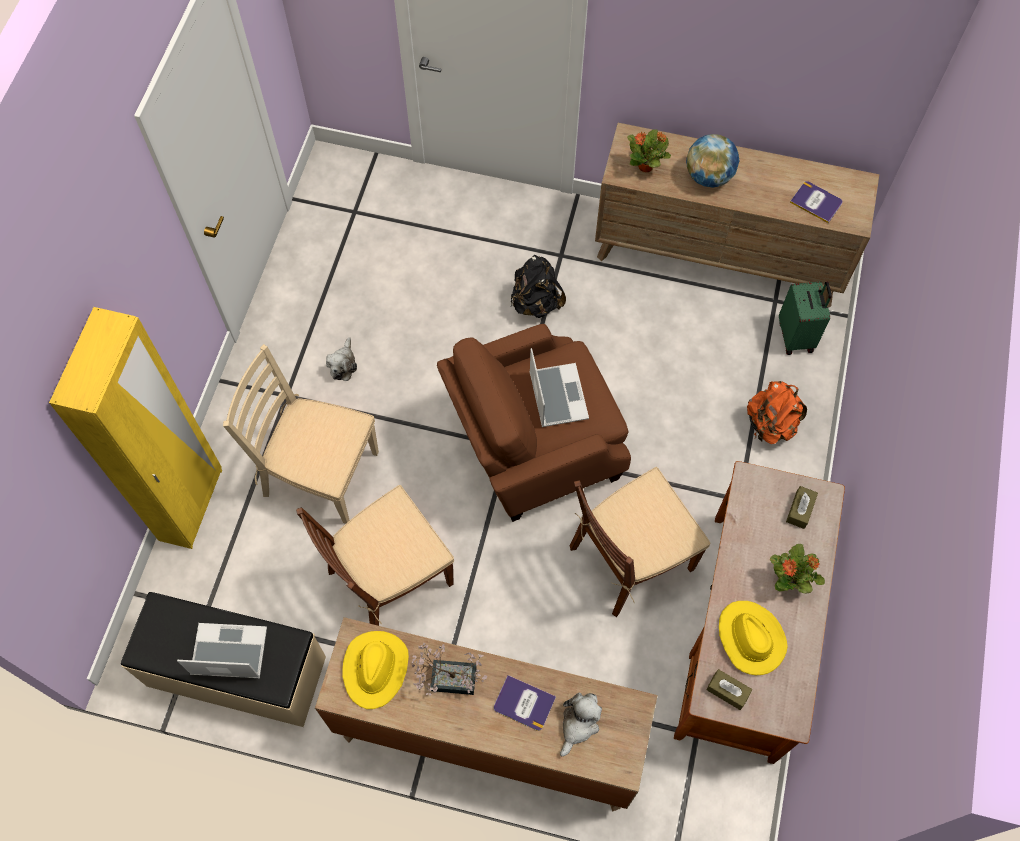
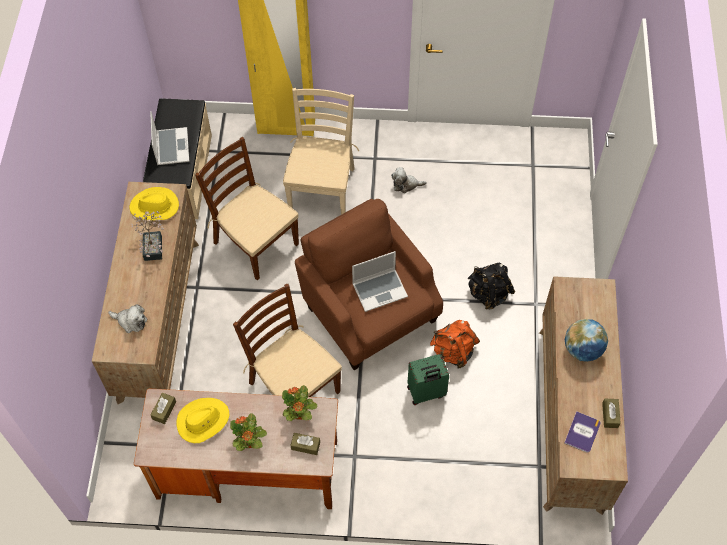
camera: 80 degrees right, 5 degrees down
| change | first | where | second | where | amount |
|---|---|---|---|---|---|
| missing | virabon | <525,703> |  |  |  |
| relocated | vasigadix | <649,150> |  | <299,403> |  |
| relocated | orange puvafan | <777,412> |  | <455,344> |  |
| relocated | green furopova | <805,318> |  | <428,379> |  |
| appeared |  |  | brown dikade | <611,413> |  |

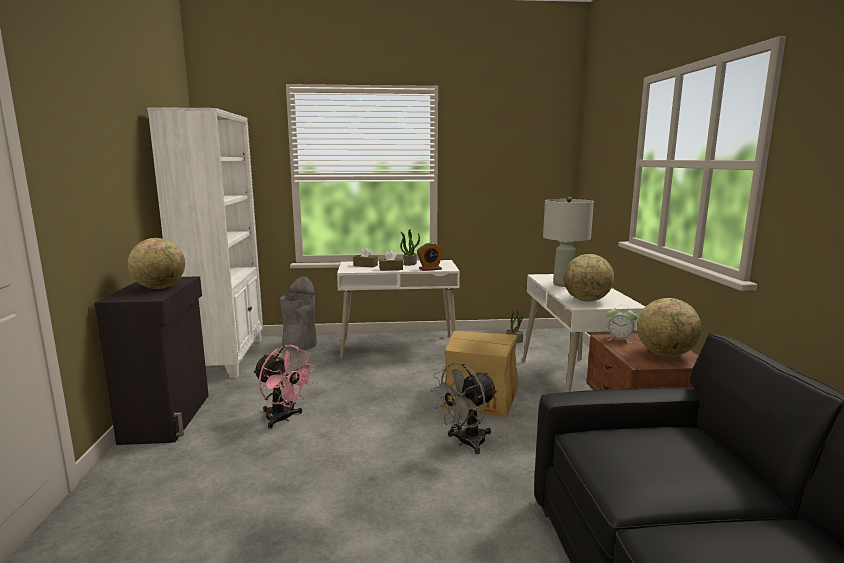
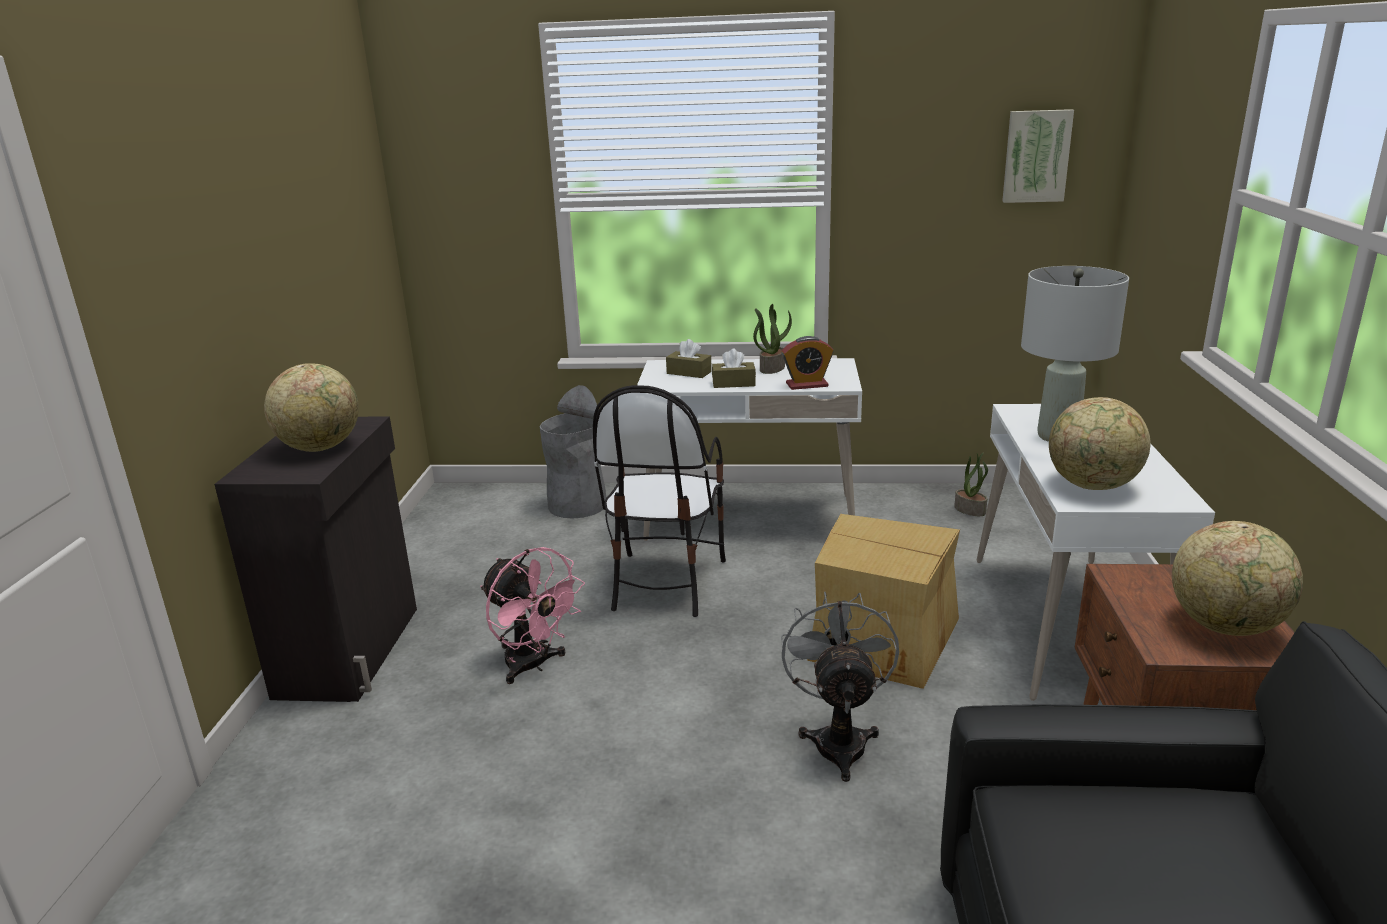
camera: 10 degrees right, 10 degrees up
| change | first | where | second | where | amount |
|---|---|---|---|---|---|
| missing | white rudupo | <205,242> |  |  |  |
| spun | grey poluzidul | <464,408> |  | <840,686> | 120 degrees clockwise |
| missing | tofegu | <622,324> |  |  |  |
| appeared |  |  | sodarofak | <659,501> |  |
| appeared |  |  | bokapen | <1038,156> |  |

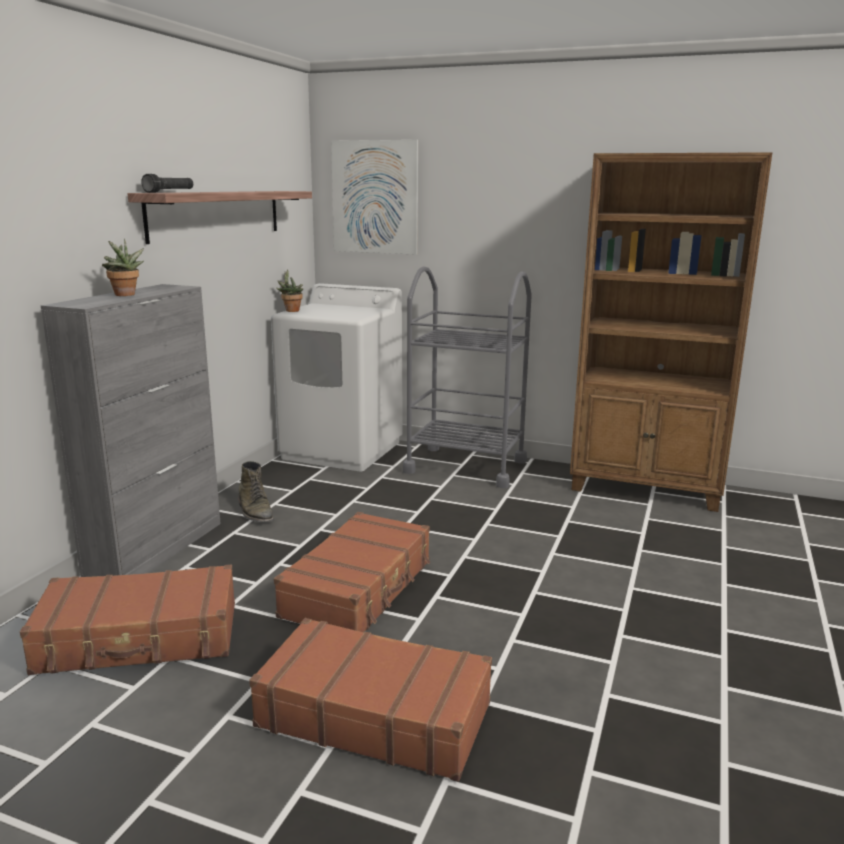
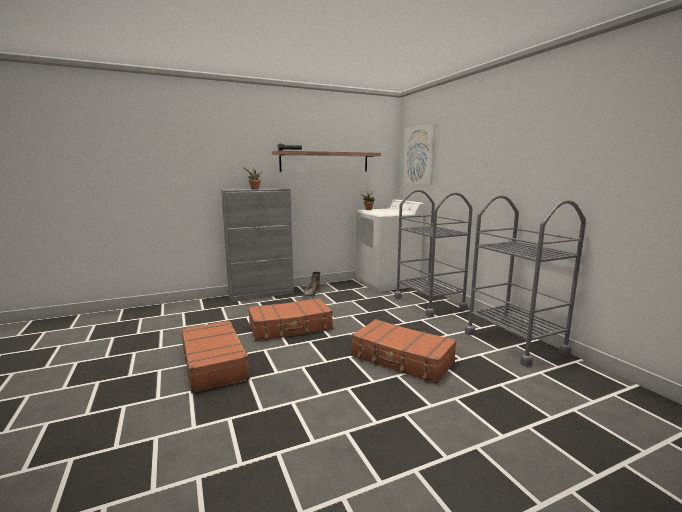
camera: 45 degrees right, 5 degrees down
| change | first | where | second | where | amount |
|---|---|---|---|---|---|
| relocated | brown furopova | <127,620> |  | <404,351> |  |
| exchanged | brown rudupo | <671,332> | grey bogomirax | <525,281> |  |

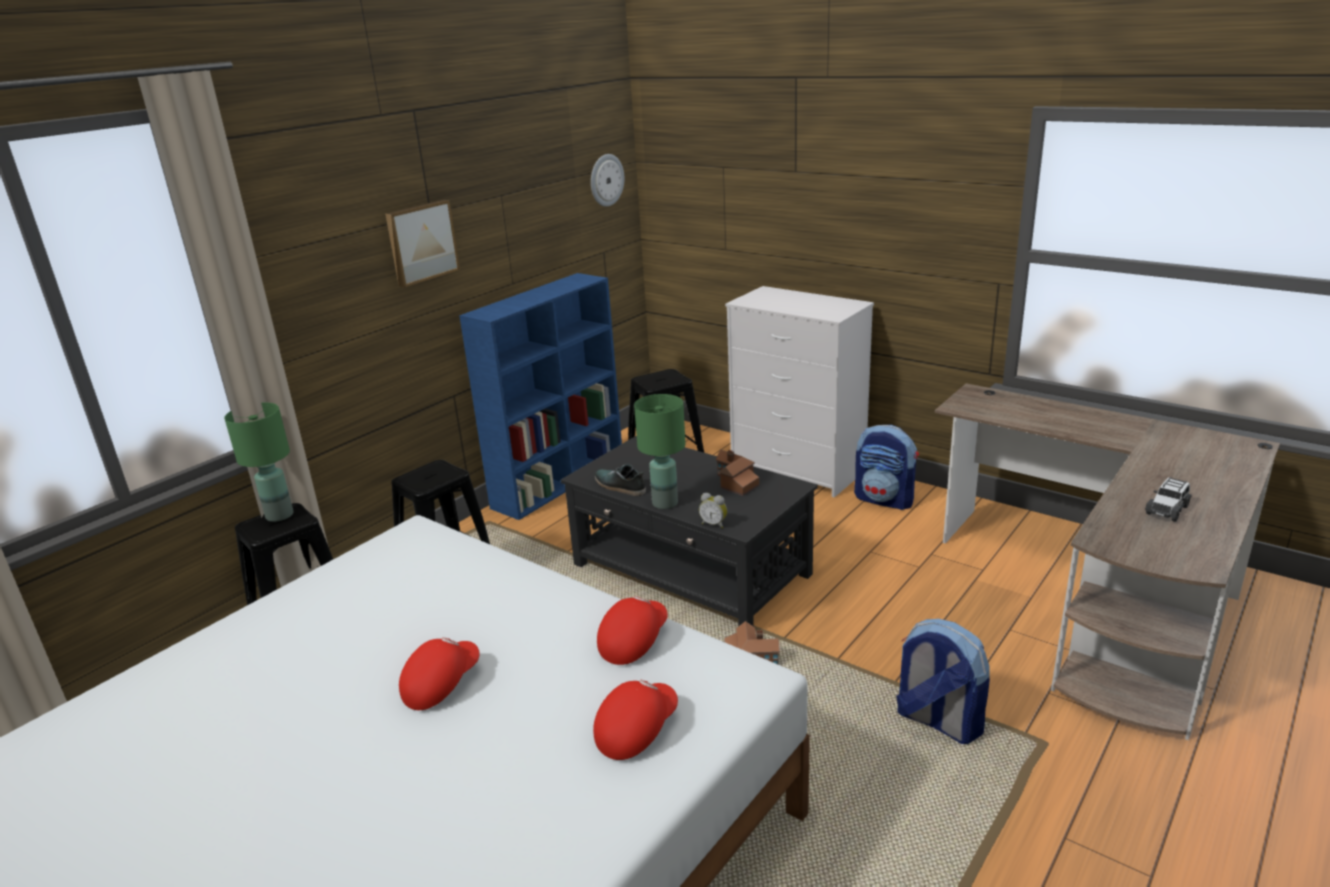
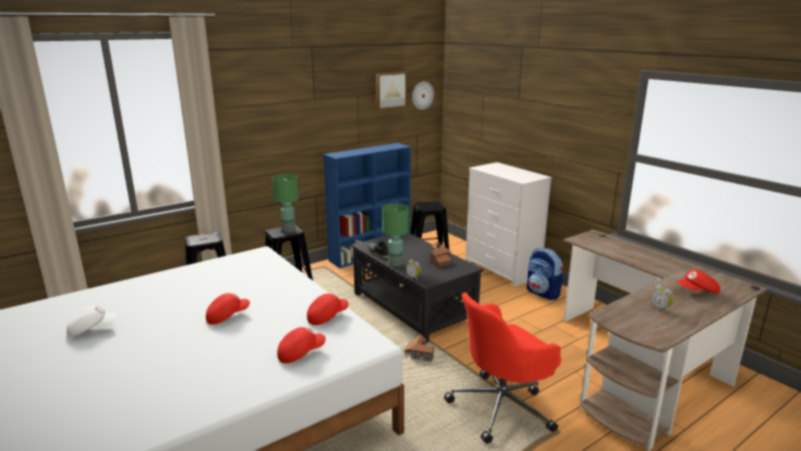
camera: 15 degrees right, 5 degrees down
| change | first | where | second | where | amount |
|---|---|---|---|---|---|
| relocated | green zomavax | <259,462> |  | <285,203> |  |
| relocated | bokapen | <422,243> |  | <391,90> |  |
| exchanged | puvafan | <943,681> | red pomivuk | <502,368> |  |
| exchanged | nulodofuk | <1168,499> | tofegu | <662,299> |  |
| appeared |  |  | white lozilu | <92,321> |  |
| appeared |  |  | red lozilu | <698,282> |  |

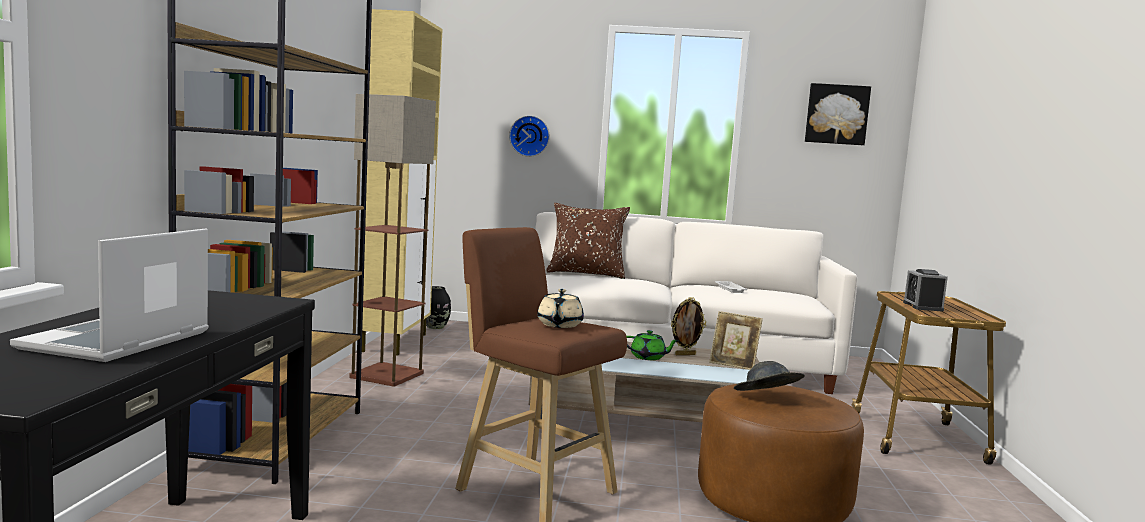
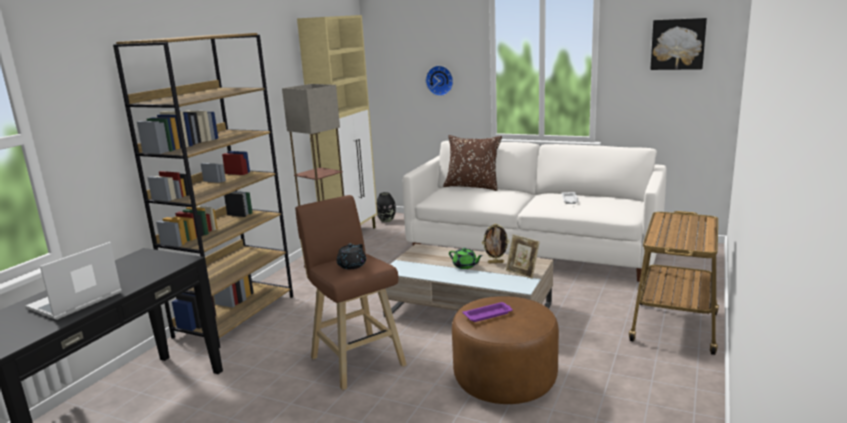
camera: 20 degrees right, 10 degrees up
| change | first | where | second | where | amount |
|---|---|---|---|---|---|
| colour | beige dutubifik | <560,308> | black dutubifik | <351,256> |  |
| exchanged | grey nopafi | <769,376> | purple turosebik | <488,312> |  |
| missing | tofegu | <925,290> |  |  |  |

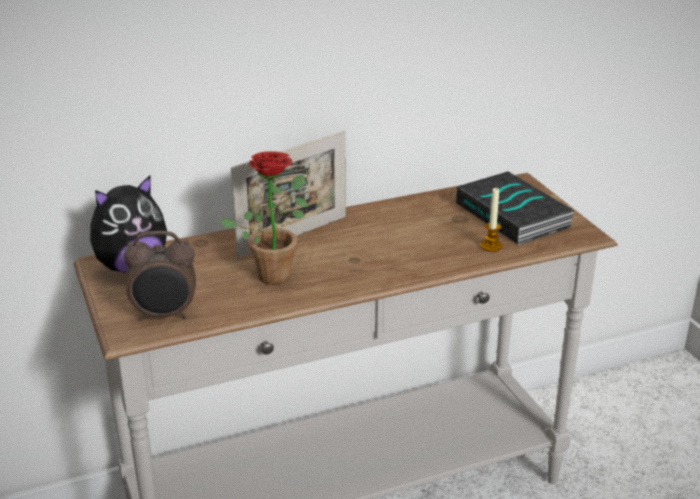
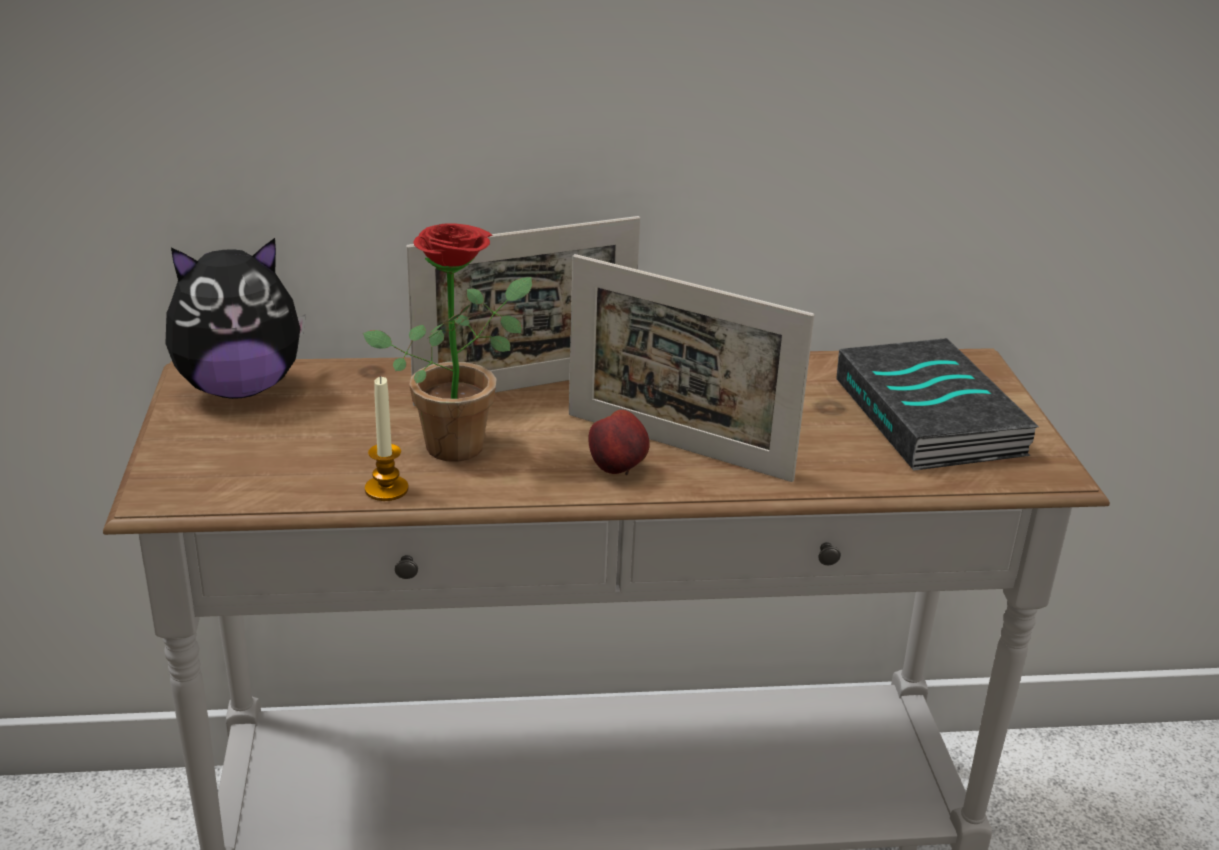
camera: 15 degrees right, 0 degrees up
| change | first | where | second | where | amount |
|---|---|---|---|---|---|
| missing | tofegu | <160,276> |  |  |  |
| relocated | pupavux | <491,220> |  | <386,438> |  |
| appeared |  |  | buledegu | <691,368> |  |
| appeared |  |  | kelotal | <619,442> |  |

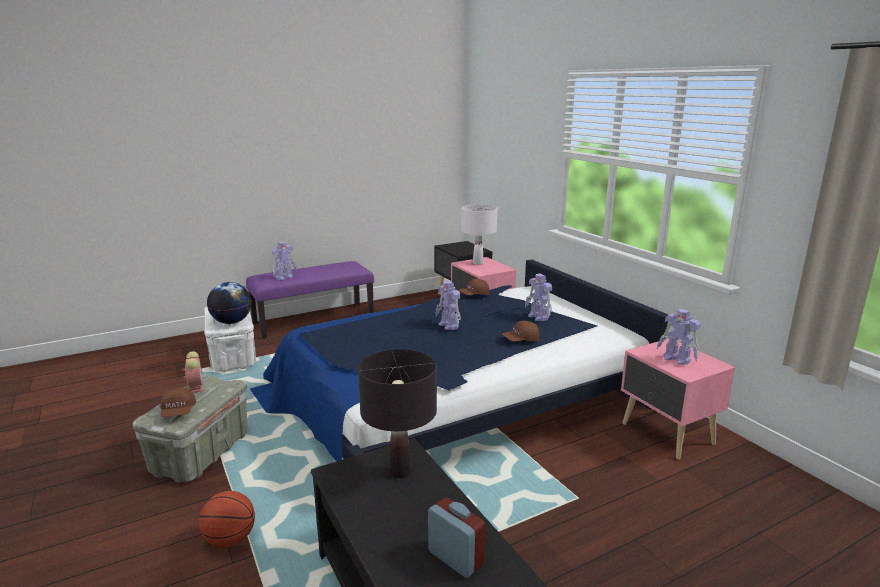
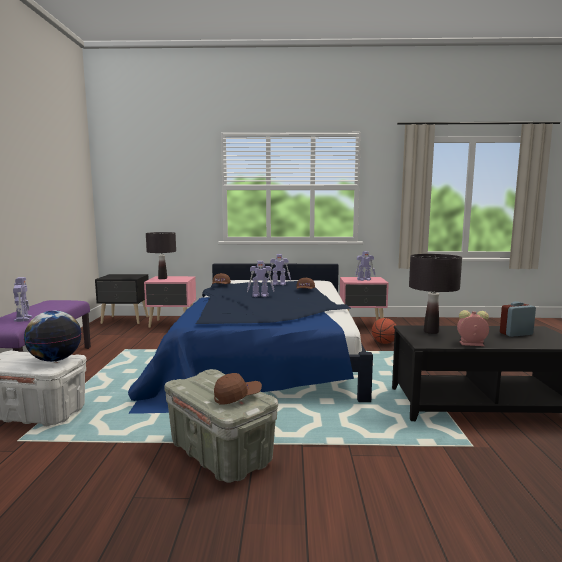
camera: 60 degrees left, 10 degrees down
| change | first | where | second | where | amount |
|---|---|---|---|---|---|
| spun | brown lozilu | <178,402> |  | <238,389> | 45 degrees counterclockwise |
| relocated | tofegu | <193,372> |  | <473,328> |  |
| relocated | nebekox | <227,519> |  | <384,331> |  |
| colour | white zomavax | <479,234> | black zomavax | <161,255> |  |

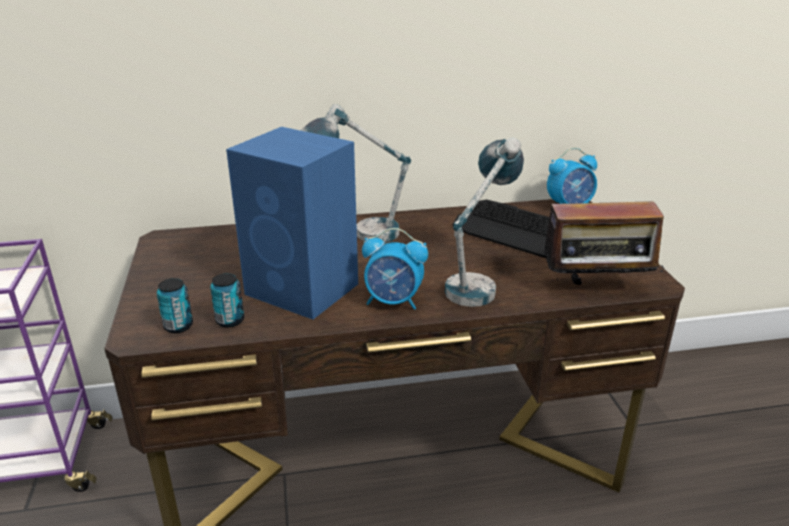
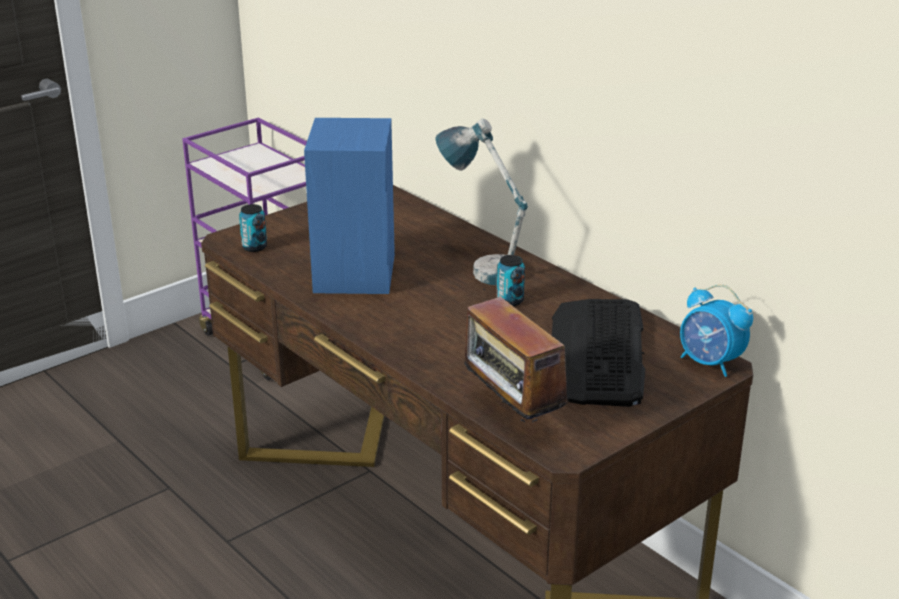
camera: 60 degrees right, 0 degrees up
| change | first | where | second | where | amount |
|---|---|---|---|---|---|
| relocated | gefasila | <227,300> |  | <511,280> |  |
| missing | tofegu | <395,269> |  |  |  |
| missing | zomavax | <484,222> |  |  |  |

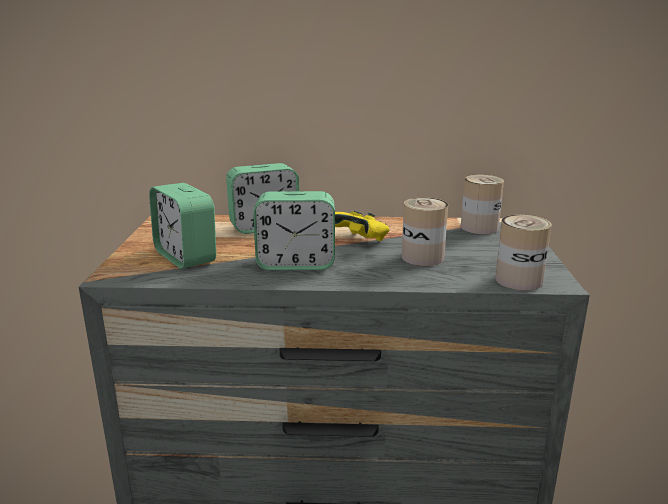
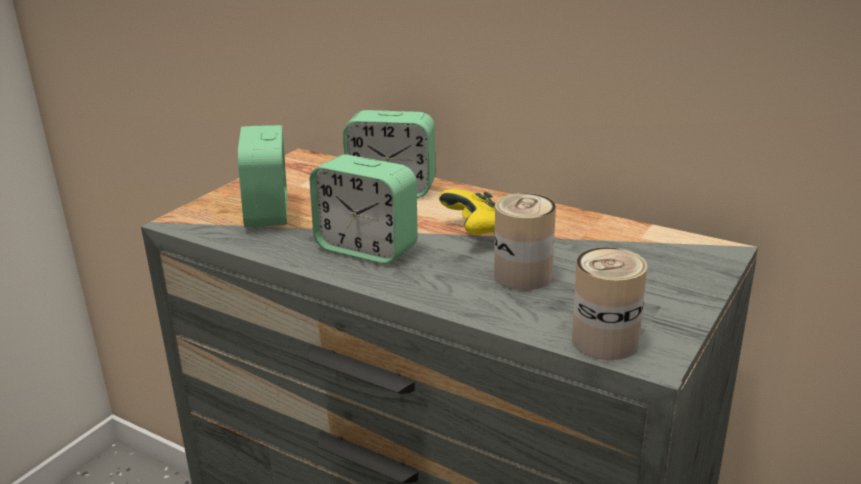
camera: 30 degrees right, 5 degrees up
| change | first | where | second | where | amount |
|---|---|---|---|---|---|
| missing | gefasila | <482,204> |  |  |  |

